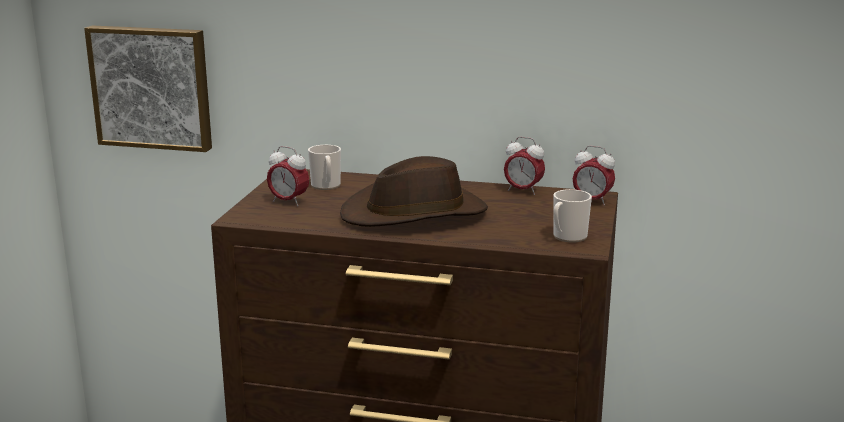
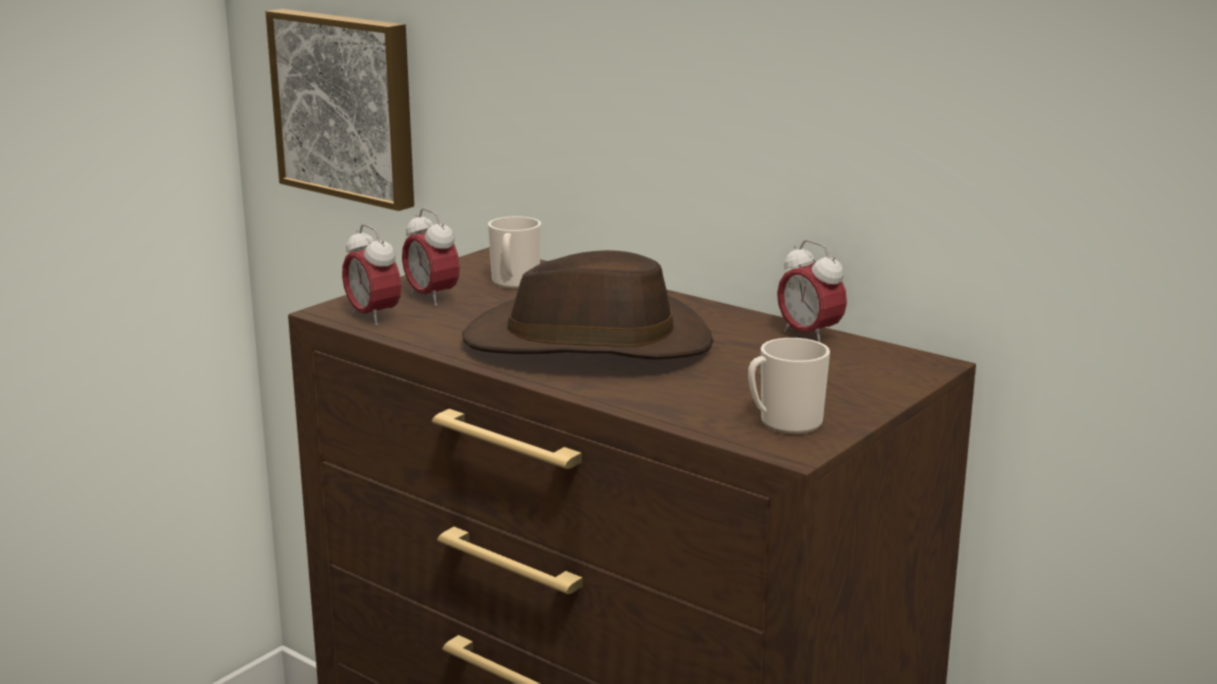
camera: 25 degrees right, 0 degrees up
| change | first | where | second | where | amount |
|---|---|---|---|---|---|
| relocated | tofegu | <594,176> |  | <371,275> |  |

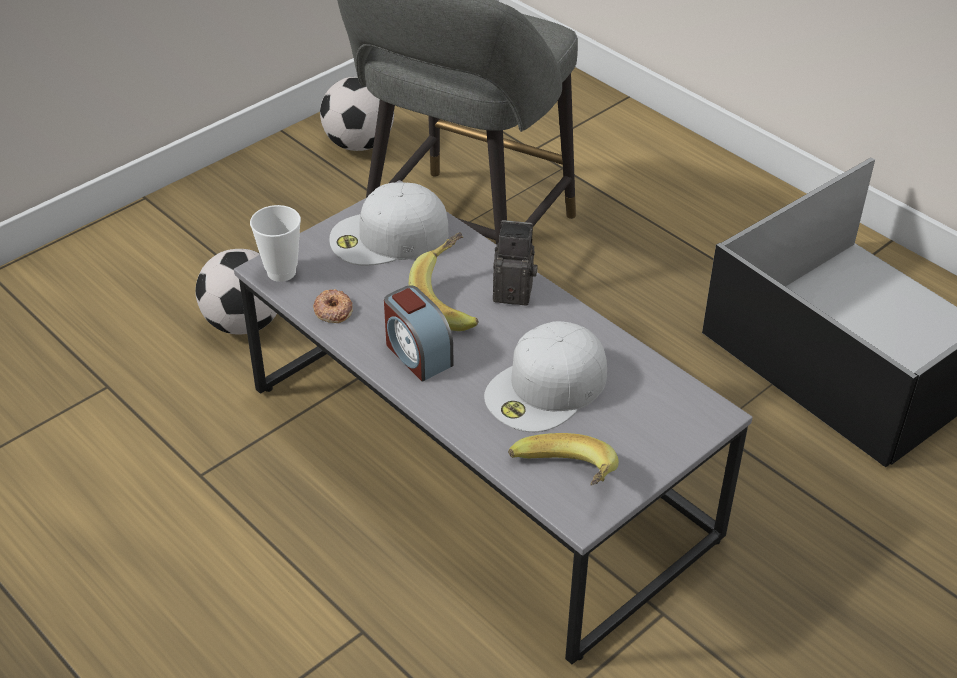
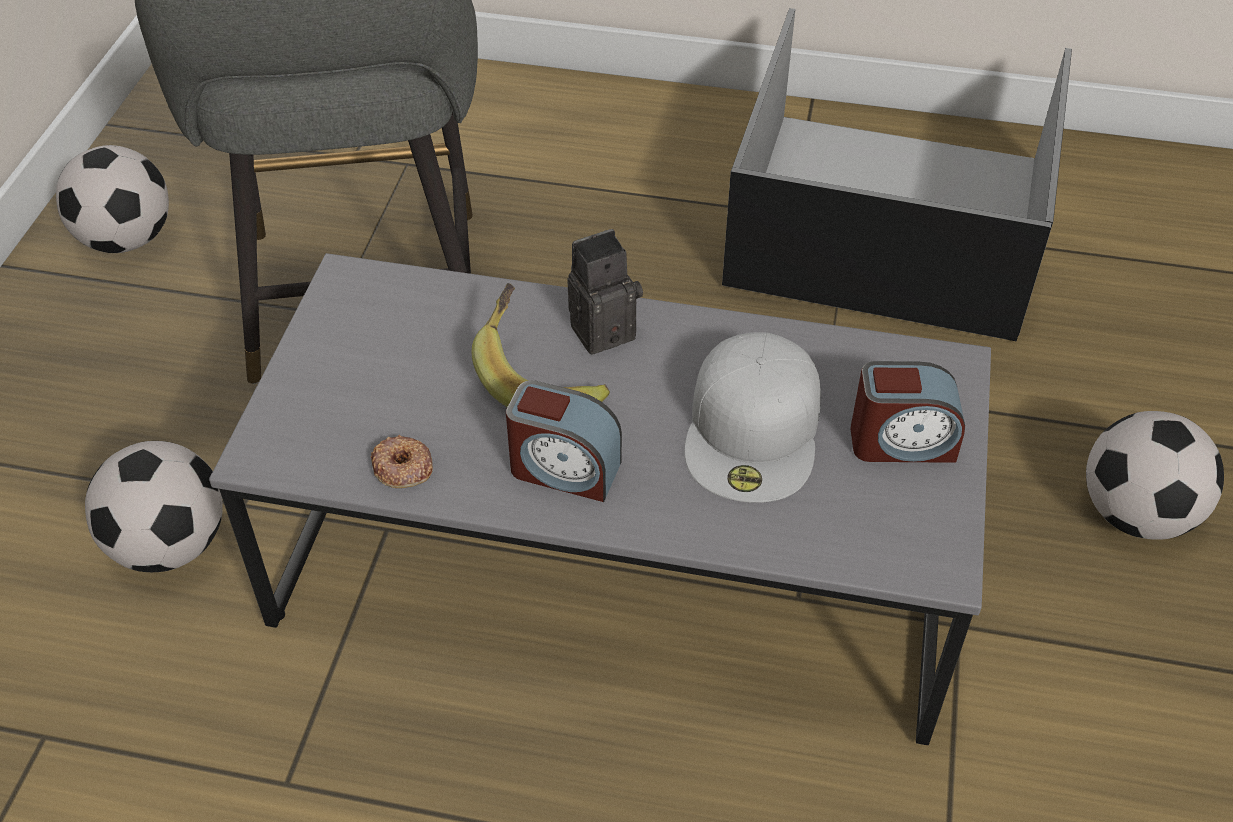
camera: 35 degrees left, 5 degrees up
| change | first | where | second | where | amount |
|---|---|---|---|---|---|
| missing | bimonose | <275,243> |  |  |  |
| missing | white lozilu | <388,223> |  |  |  |
| missing | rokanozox | <563,459> |  |  |  |
| appeared |  |  | tofegu | <908,412> |  |
| appeared |  |  | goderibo | <1155,475> |  |

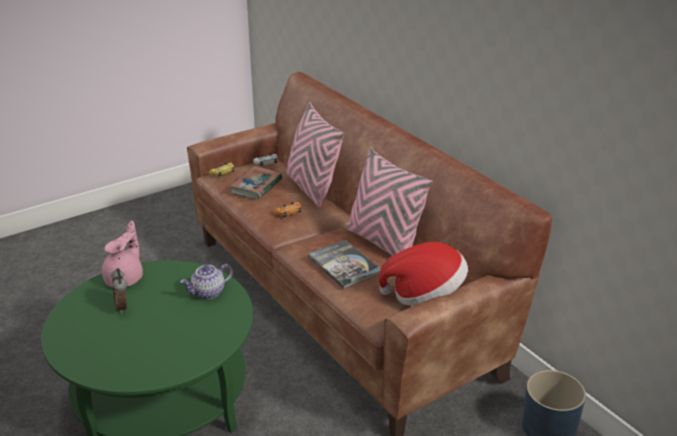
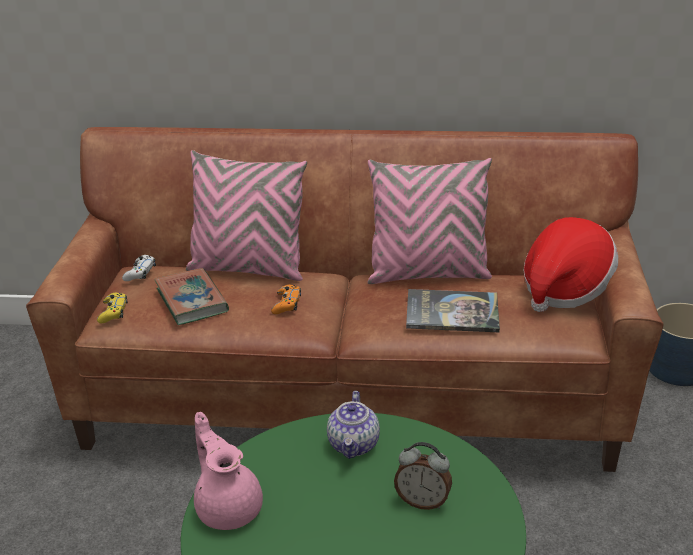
camera: 50 degrees left, 0 degrees up
| change | first | where | second | where | amount |
|---|---|---|---|---|---|
| relocated | tofegu | <118,290> |  | <423,476> |  |

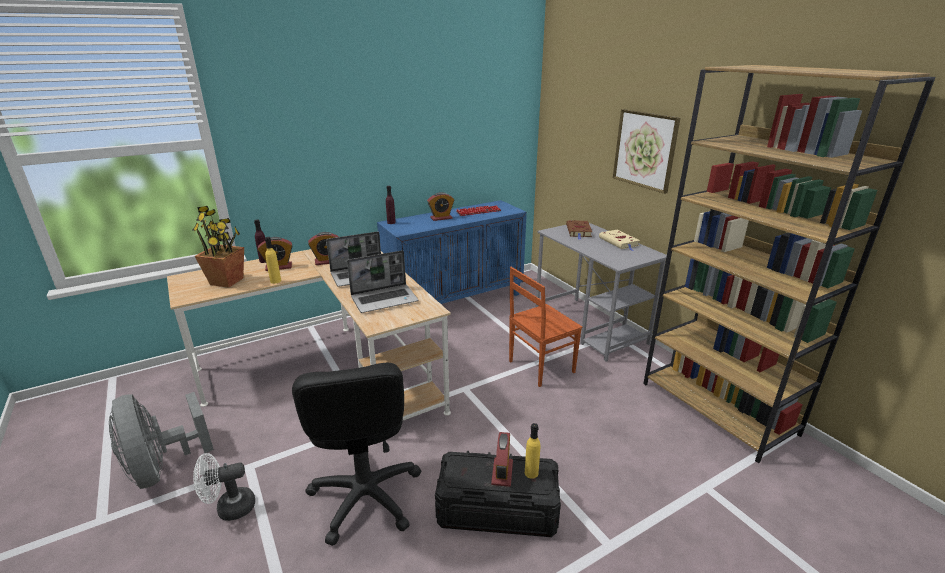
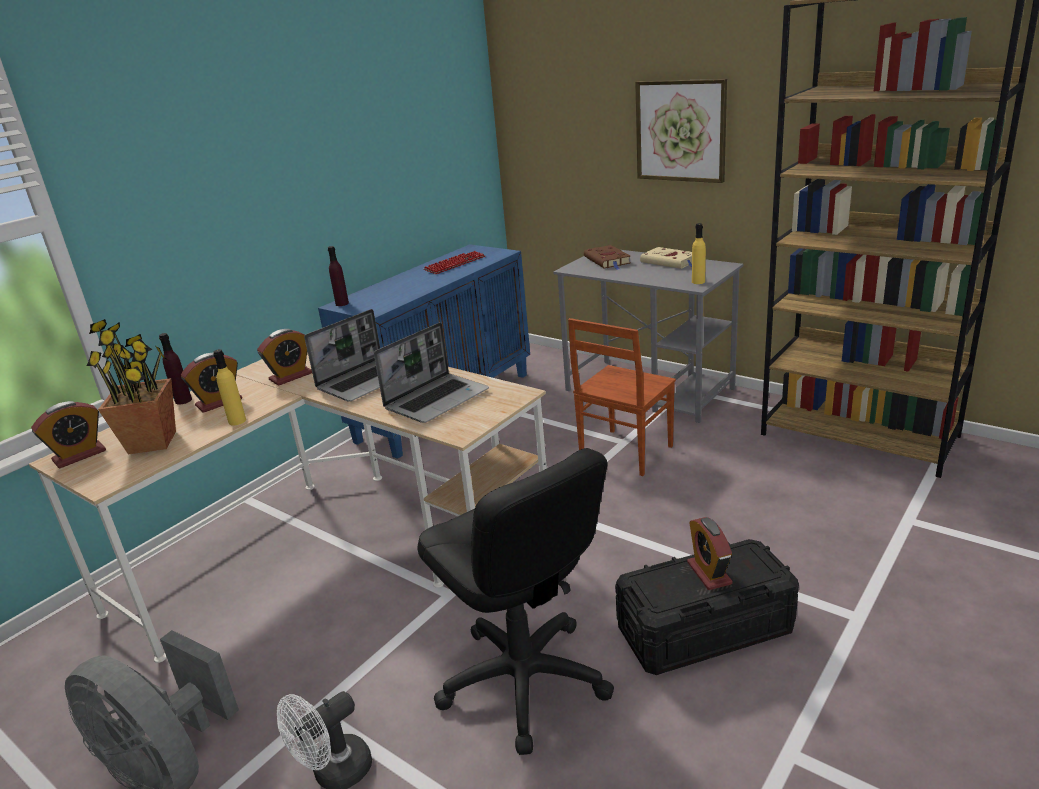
camera: 20 degrees left, 0 degrees up
| change | first | where | second | where | amount |
|---|---|---|---|---|---|
| relocated | tofegu | <440,206> |  | <68,434> |  |
| relocated | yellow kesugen | <532,451> |  | <699,253> |  |

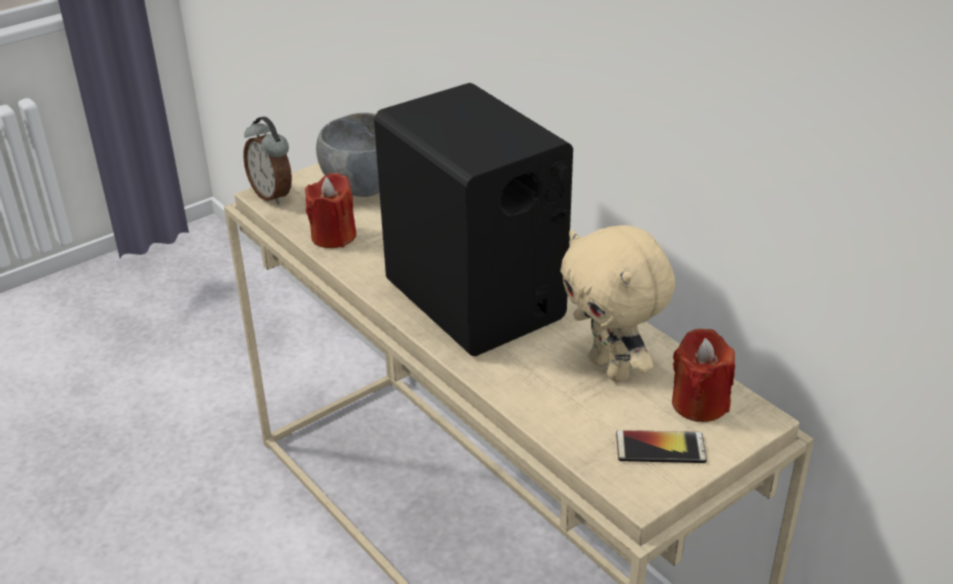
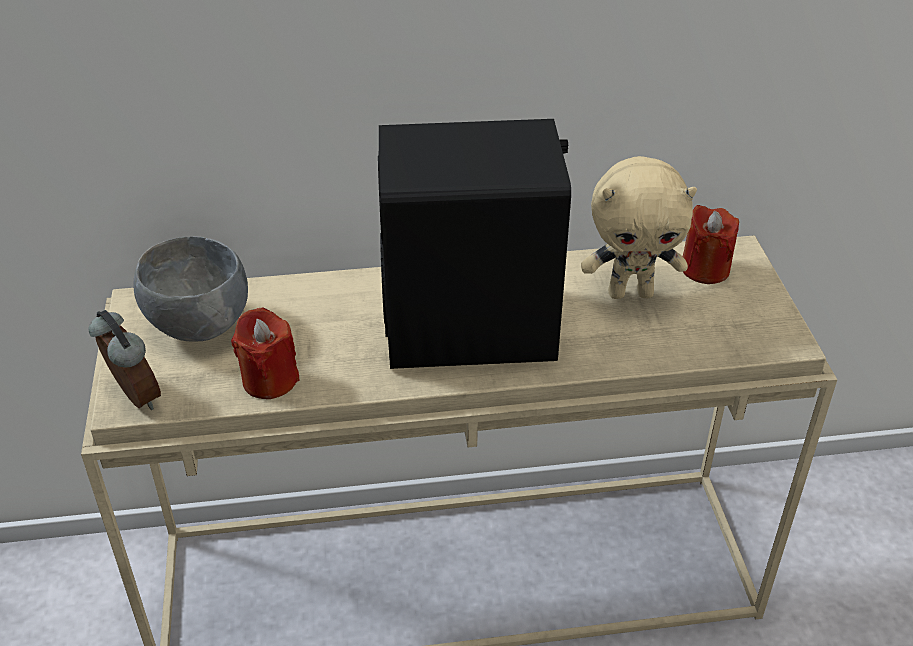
camera: 60 degrees left, 5 degrees up
| change | first | where | second | where | amount |
|---|---|---|---|---|---|
| spun | tofegu | <267,160> |  | <125,360> | 120 degrees counterclockwise |
| missing | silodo | <661,446> |  |  |  |

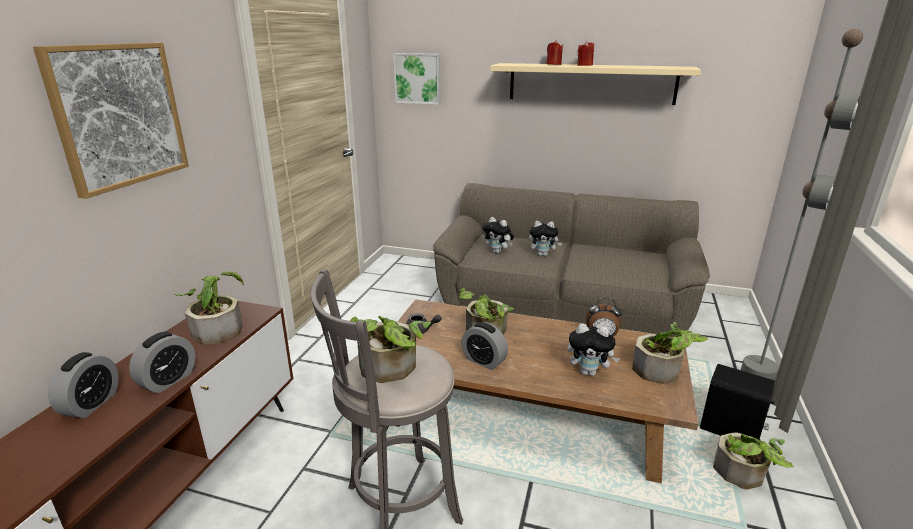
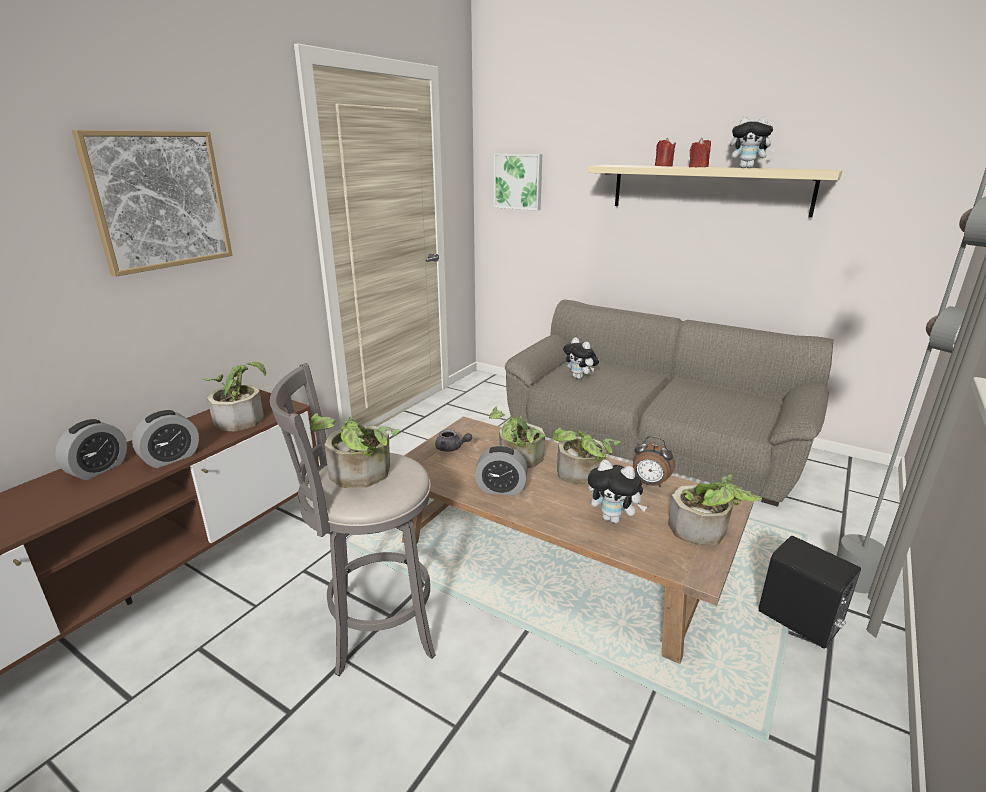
camera: 15 degrees right, 0 degrees up
| change | first | where | second | where | amount |
|---|---|---|---|---|---|
| spun | tofegu | <485,346> |  | <501,470> | 45 degrees counterclockwise |
| relocated | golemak | <545,238> |  | <753,142> |  |
| relocated | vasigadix | <753,461> |  | <587,456> |  |

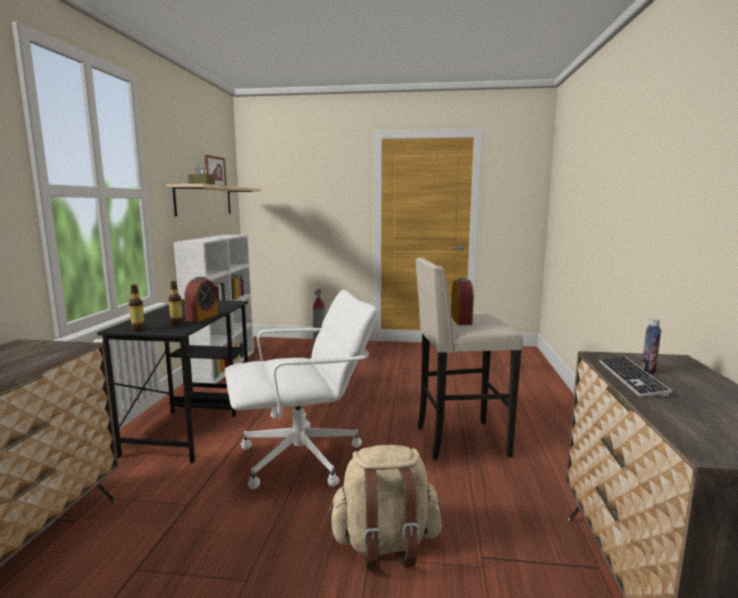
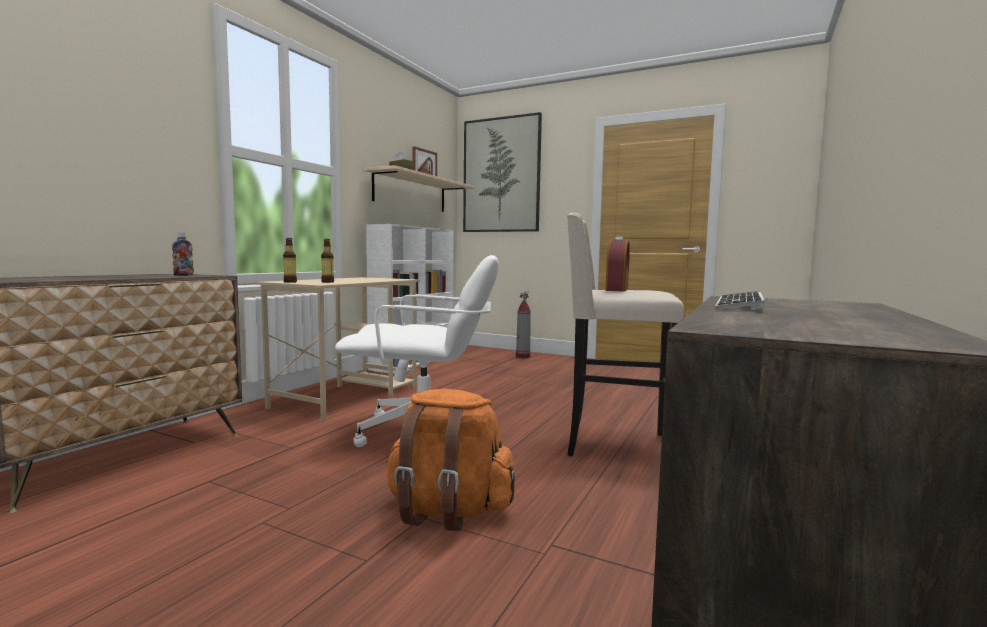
camera: 20 degrees right, 5 degrees down
| change | first | where | second | where | amount |
|---|---|---|---|---|---|
| colour | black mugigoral | <172,381> | beige mugigoral | <338,349> |  |
| missing | tofegu | <201,299> |  |  |  |
| colour | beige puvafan | <384,508> | orange puvafan | <451,460> |  |
| relocated | kesugen | <651,346> |  | <183,254> |  |
| appeared |  |  | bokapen | <502,172> |  |

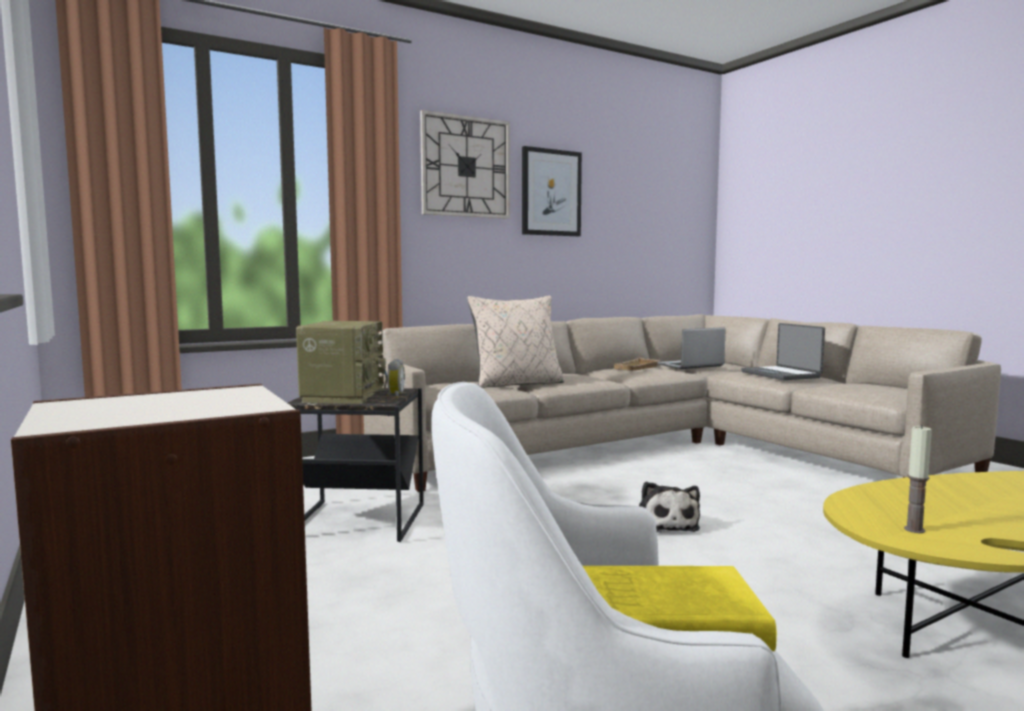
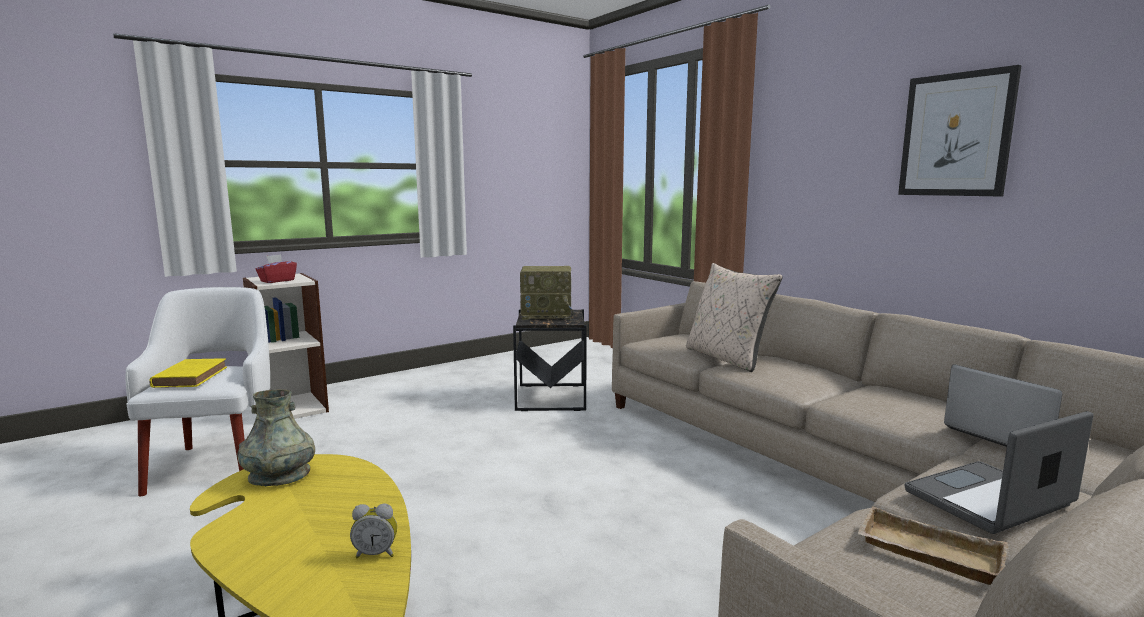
camera: 85 degrees right, 5 degrees up
| change | first | where | second | where | amount |
|---|---|---|---|---|---|
| relocated | tofegu | <395,378> |  | <373,531> |  |
| missing | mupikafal | <465,164> |  |  |  |
| relocated | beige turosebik | <637,364> |  | <933,545> |  |
| missing | golemak | <669,507> |  |  |  |
| exchanged | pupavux | <918,479> | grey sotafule | <276,437> |  |
| appeared |  |  | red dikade | <276,268> |  |

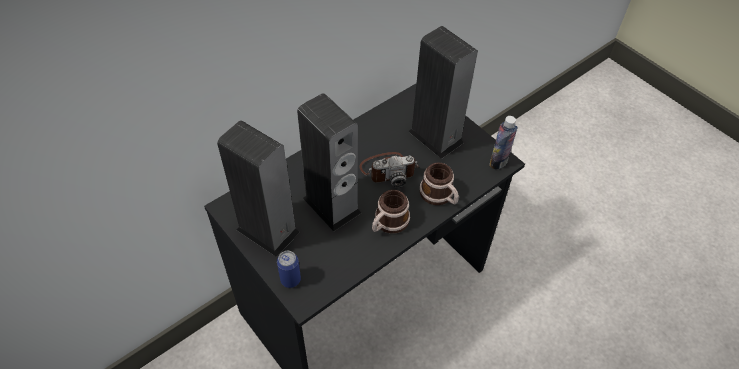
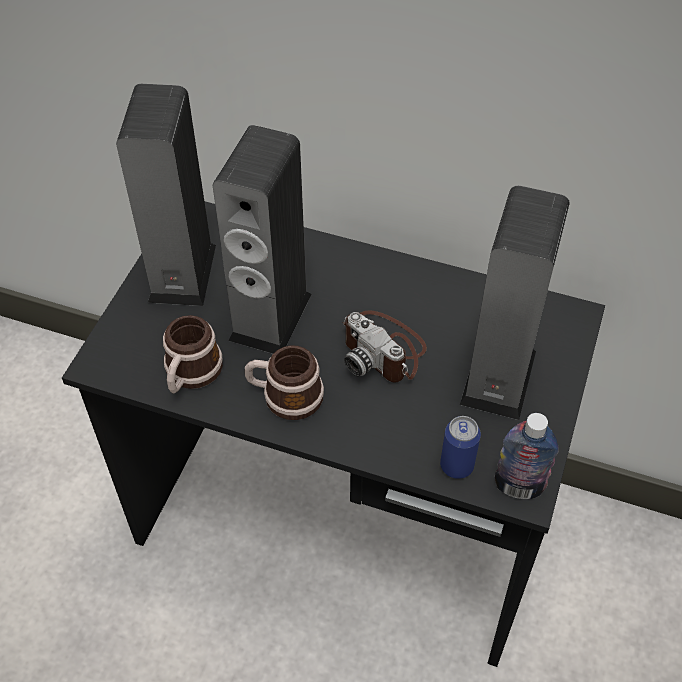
camera: 60 degrees right, 0 degrees up
| change | first | where | second | where | amount |
|---|---|---|---|---|---|
| relocated | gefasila | <289,269> |  | <460,447> |  |
| relocated | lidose | <439,184> |  | <193,354> |  |

